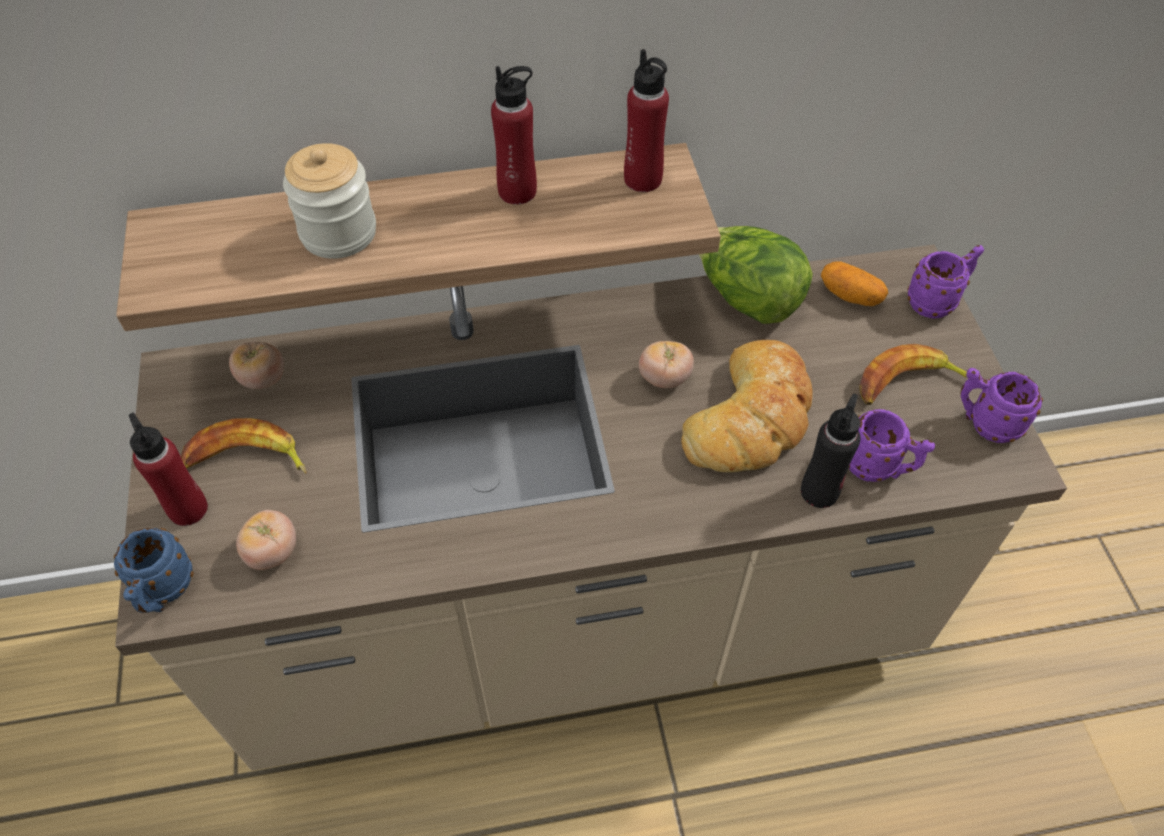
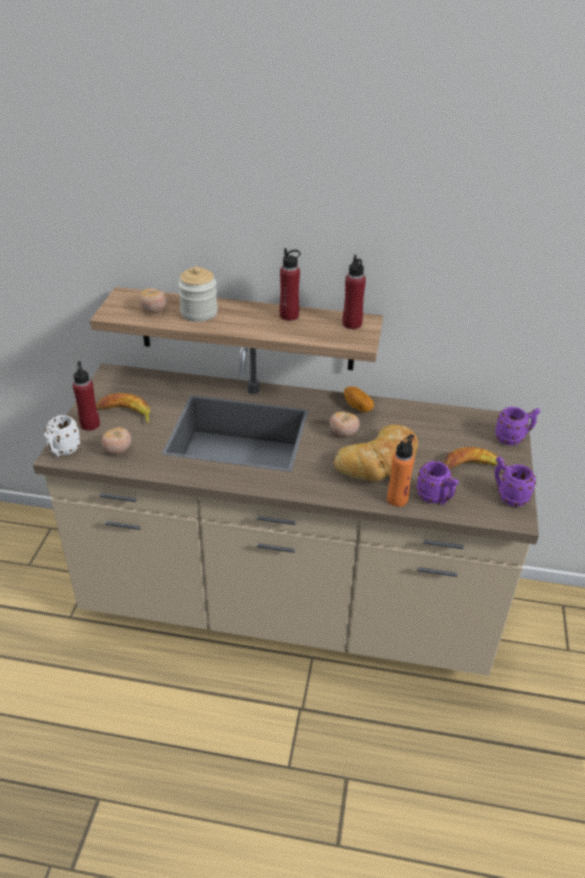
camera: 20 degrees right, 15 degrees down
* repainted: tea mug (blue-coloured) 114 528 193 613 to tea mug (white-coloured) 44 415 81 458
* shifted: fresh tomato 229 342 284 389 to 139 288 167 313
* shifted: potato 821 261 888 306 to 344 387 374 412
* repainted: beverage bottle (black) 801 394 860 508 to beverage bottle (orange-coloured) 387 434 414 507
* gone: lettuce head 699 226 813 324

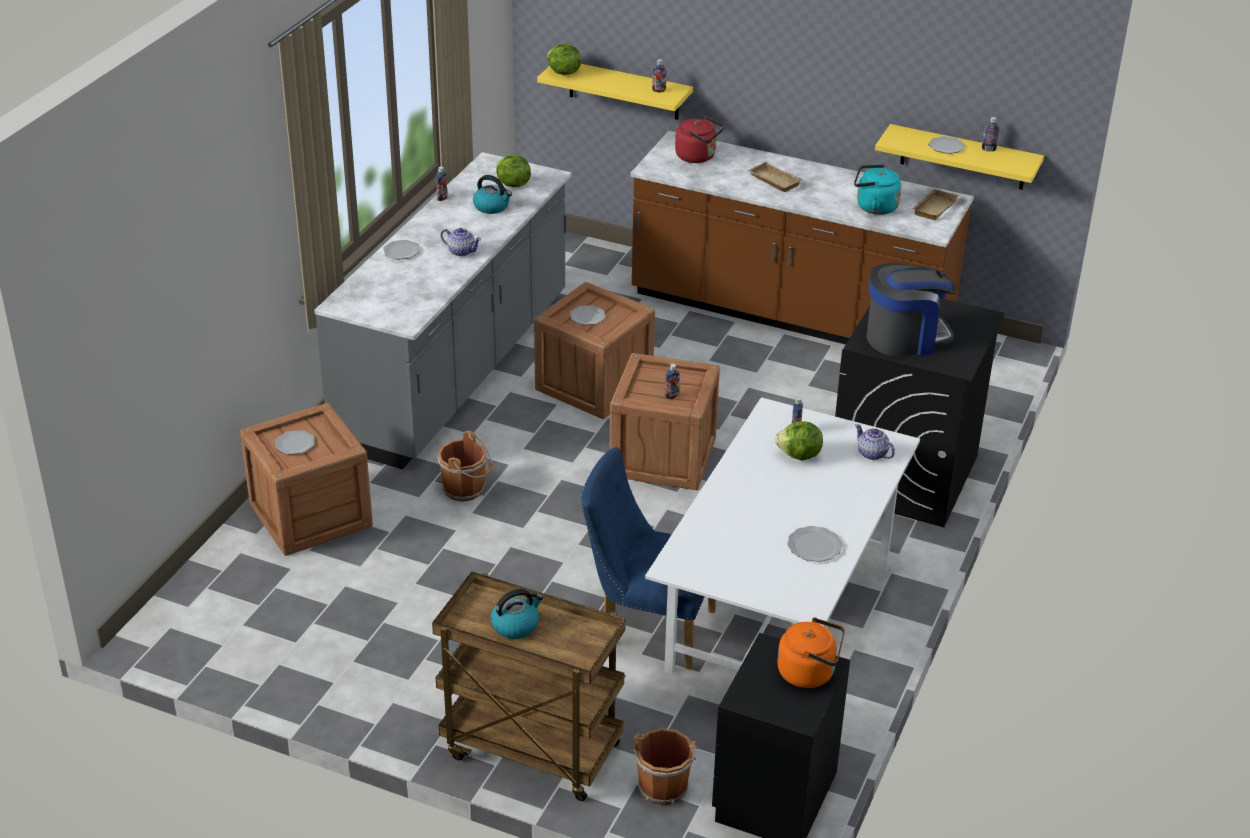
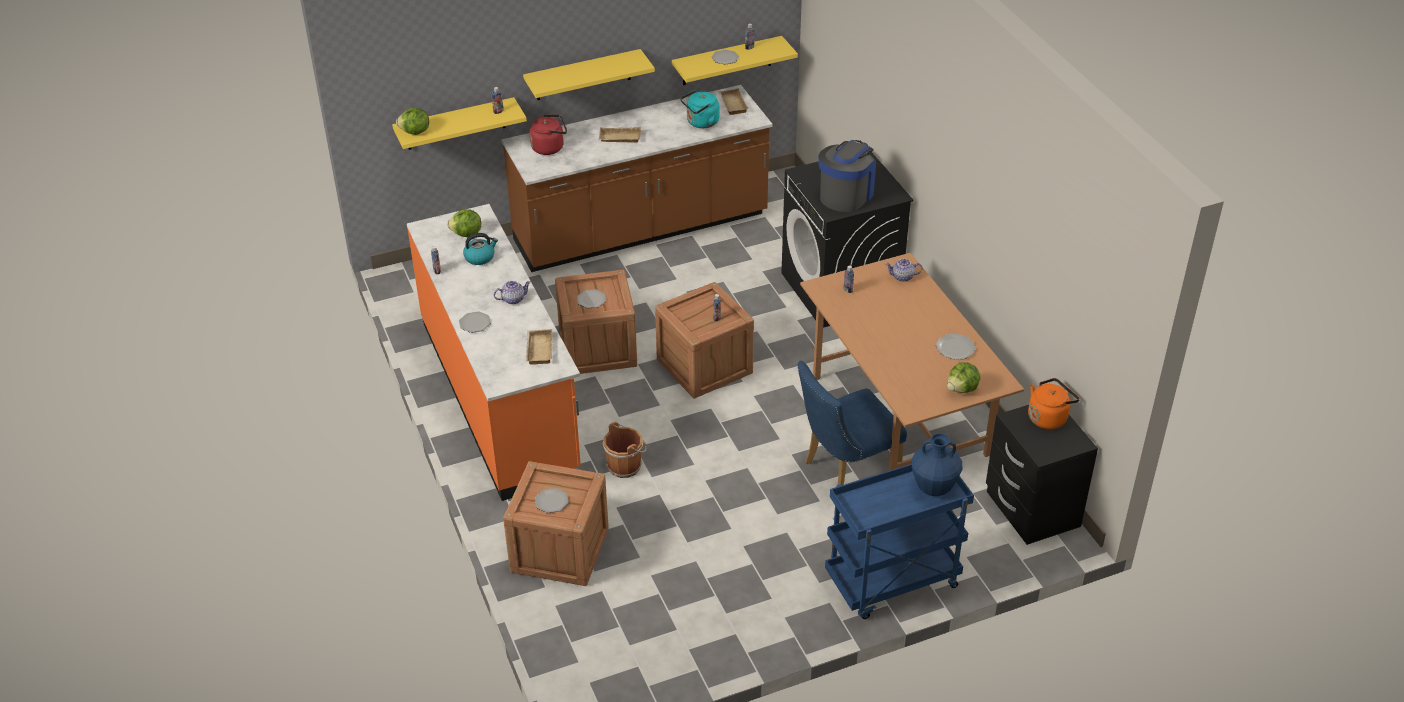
camera: 45 degrees left, 5 degrees up
* repainted: counter (gray) 314 152 571 469 to counter (orange-coloured) 407 204 581 501
* new: wall shelf (yellowish) 523 49 655 100
* new: serving tray (beige-coloured) 526 329 552 365
* repainted: kitchen table (white-coloured) 645 397 920 674 to kitchen table (brownish) 800 253 1024 471
* repainted: cart (brownish) 432 572 626 801 to cart (blue-coloured) 825 464 974 619
* new: vase (blue-coloured) 912 433 962 496
* shifted: lettuce head 775 421 823 461 to 947 362 981 393
* gone: water kettle 491 589 543 639
* gone: pail (brownish) 633 728 698 805

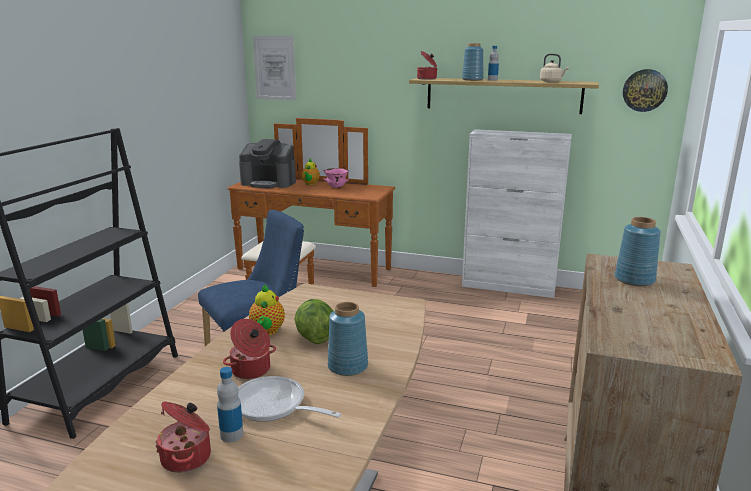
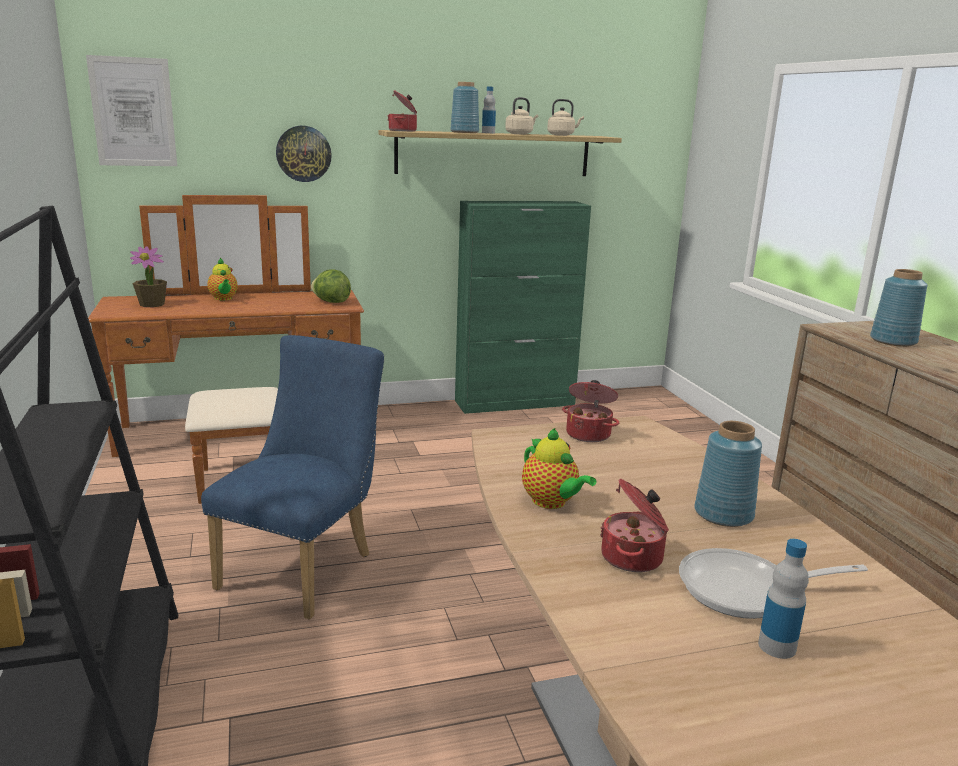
camera: 35 degrees left, 0 degrees up
* swapped: coffee brewer 239 139 296 188 to potted plant 130 247 167 307
* shifted: wall clock 623 69 668 112 to 276 126 332 182
* shifted: lettuce head 294 299 333 344 to 311 269 351 303
* repainted: storage cabinet (white-coloured) 462 129 572 298 to storage cabinet (green) 455 201 591 414
* new: water kettle (beige-coloured) 505 97 538 134
* shifted: stockpot 155 402 211 473 to 562 380 619 442
* gone: bowl (pinkish) 323 168 349 188

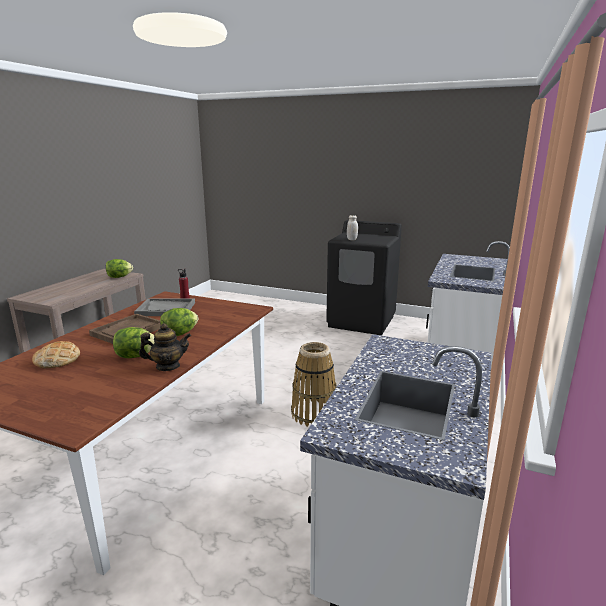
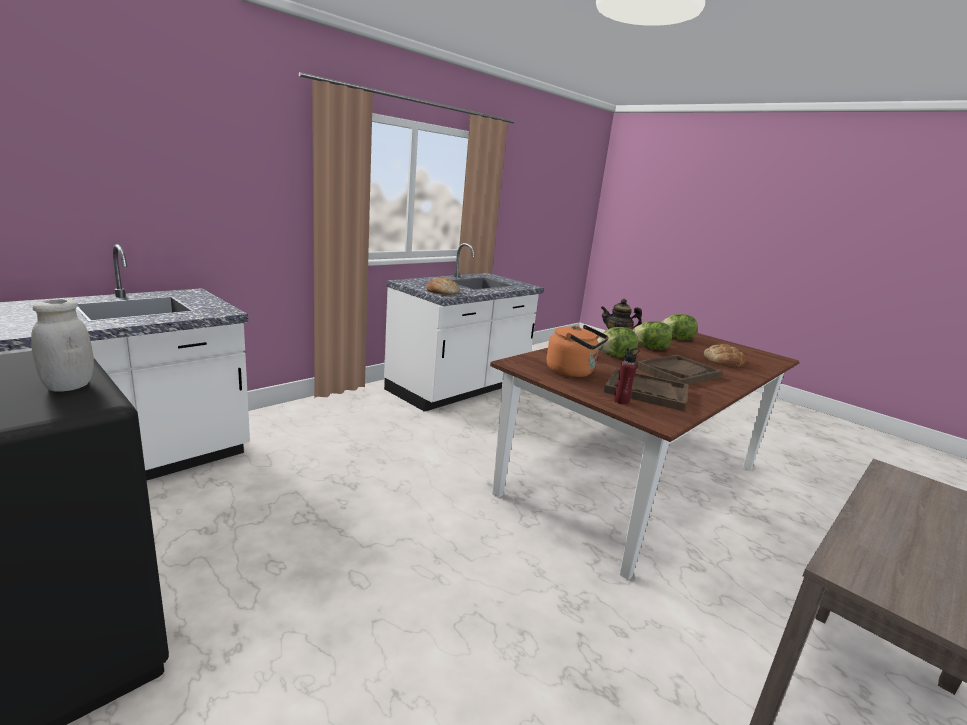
camera: 160 degrees left, 0 degrees up
* new: bread 426 277 460 295
* new: water kettle (orange-coloured) 547 325 609 377
* repainted: serving tray (gray) 134 298 195 316 to serving tray (brownish) 604 368 689 411
* shifted: lettuce head 106 259 133 278 to 662 314 698 340
* gone: basket 291 342 336 427

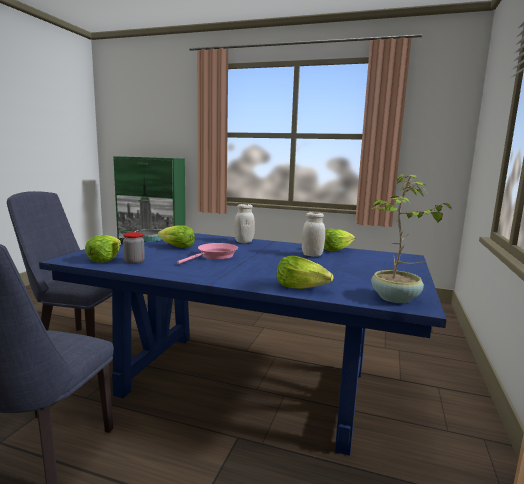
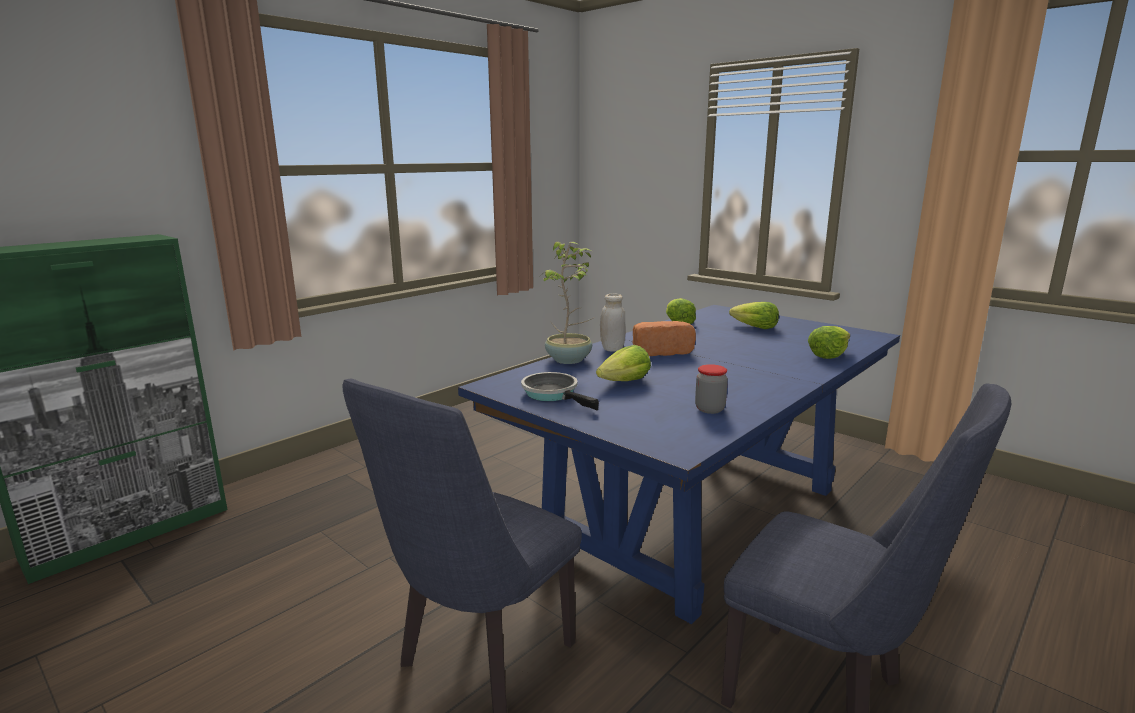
camera: 65 degrees left, 5 degrees up
* shifted: potted plant 371 174 452 303 to 542 241 595 364
* new: bread 633 321 696 356
* shifted: lettuce head 85 235 121 263 to 729 302 779 329
* gone: frying pan (pinkish) 177 243 238 264
* gone: jar (white-coloured) 302 212 325 257

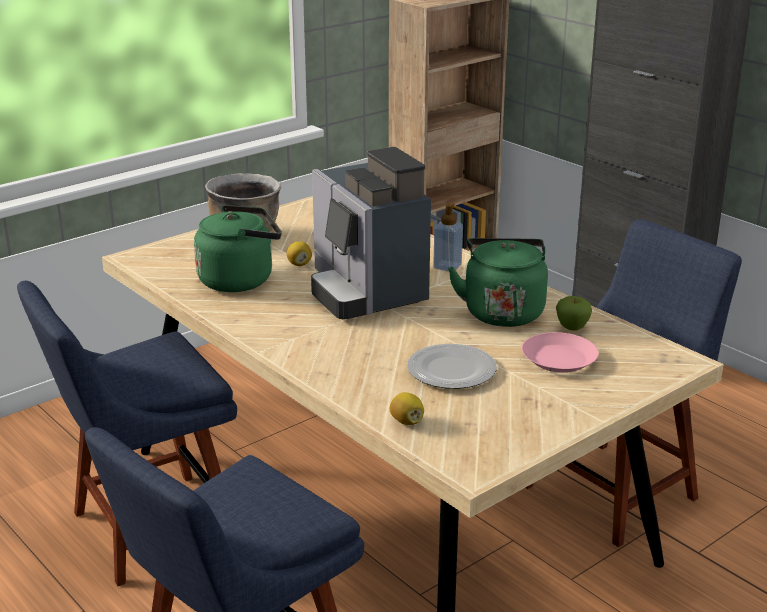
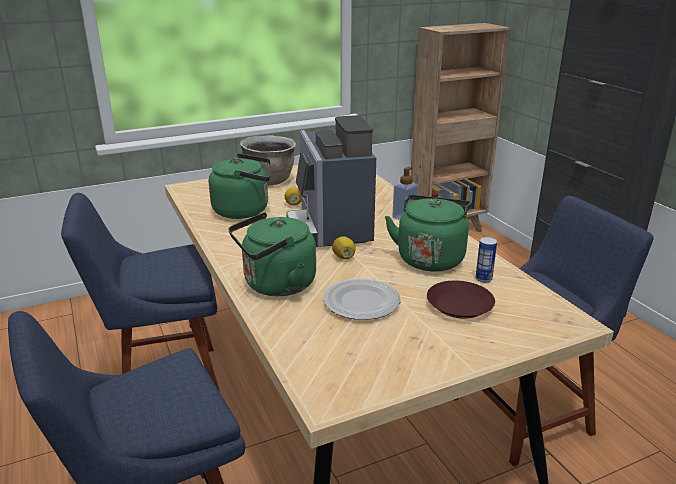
camera: 15 degrees right, 0 degrees up
* new: water kettle (green) 228 212 316 296
* shifted: citrus fruit 390 392 424 425 to 332 236 355 259
* repainted: plate (pinkish) 522 332 599 373 to plate (brownish) 427 281 495 319
* swapped: apple fruit 556 296 592 331 to metal can 475 237 497 283

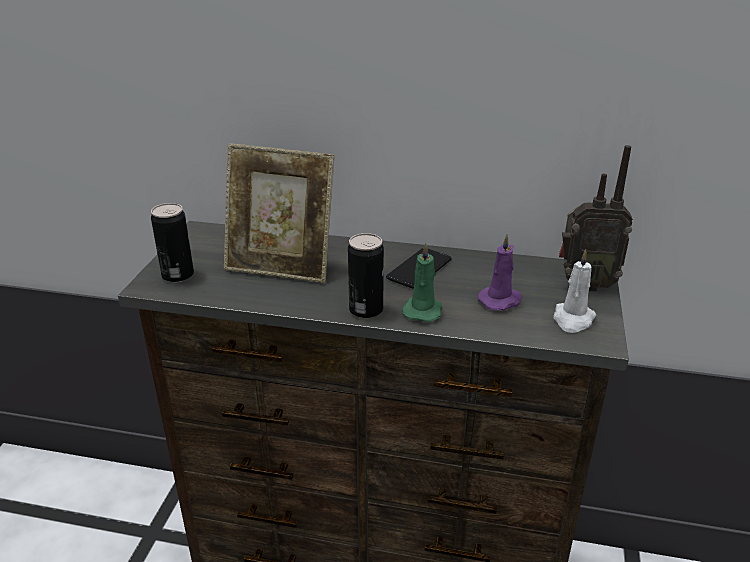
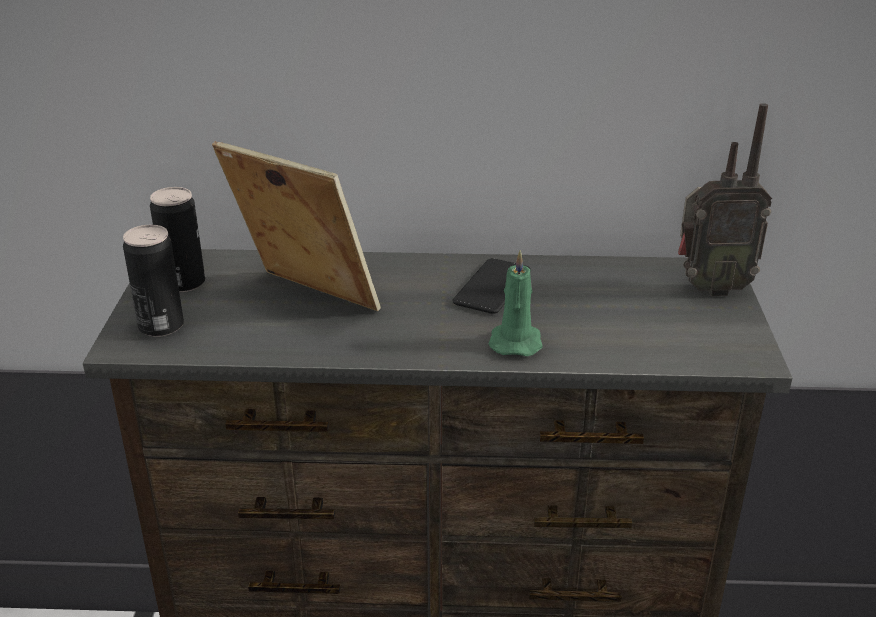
camera: 10 degrees left, 0 degrees up
* shifted: metal can 348 233 384 319 to 150 187 205 292
* rotated: standing frame 224 143 335 283 = 212 141 381 311 150 degrees counterclockwise
* gone: wax light (purple) 478 233 522 311
* gone: wax light (white-coloured) 553 249 596 333

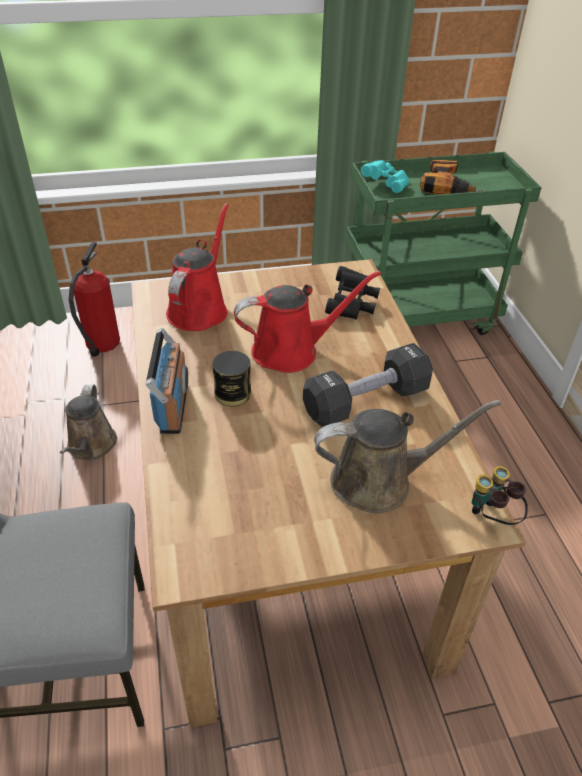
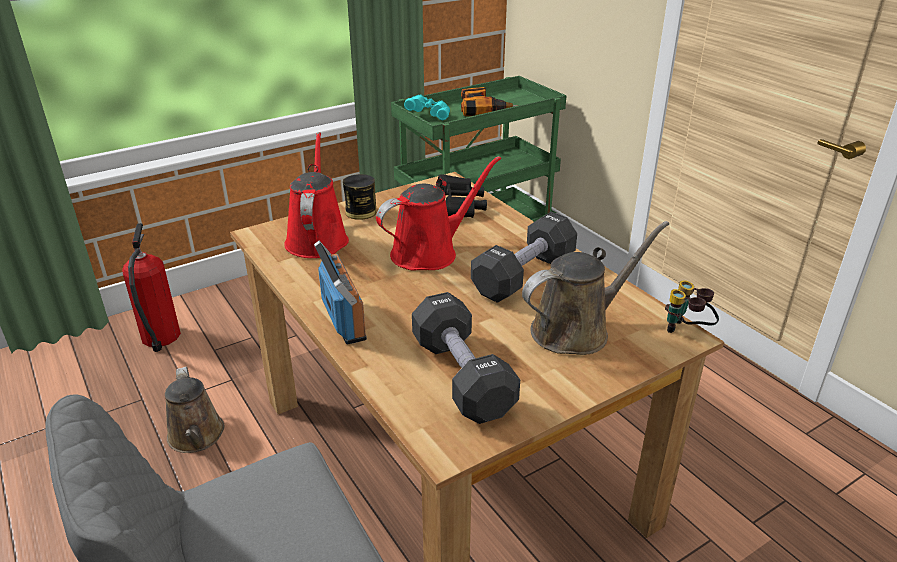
camera: 20 degrees left, 10 degrees down
* shifted: metal can 212 351 251 406 to 343 174 377 220
* new: free weight (black) 412 292 520 424

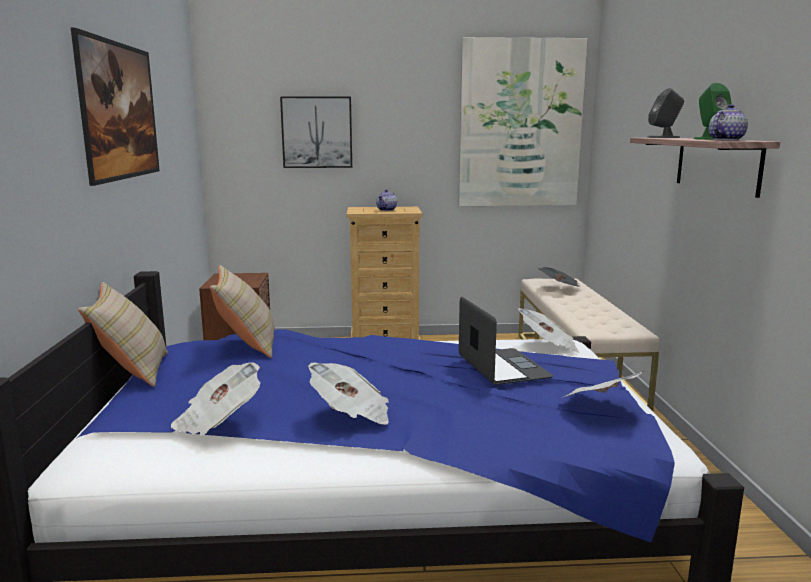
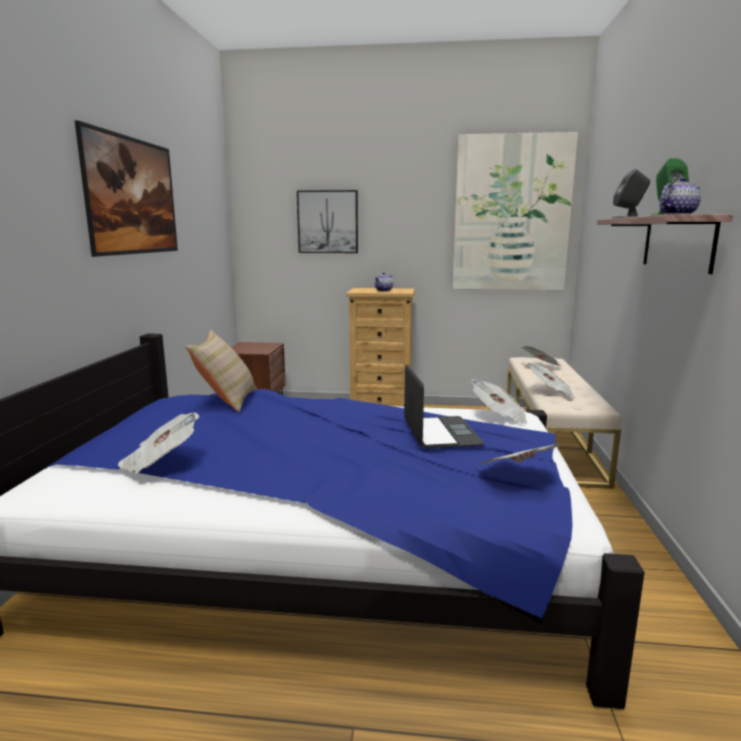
camera: 10 degrees right, 0 degrees up
* shifted: printed paper 308 362 389 425 to 527 362 574 396
* gone: throw pillow (beige-coloured) 78 282 168 387

